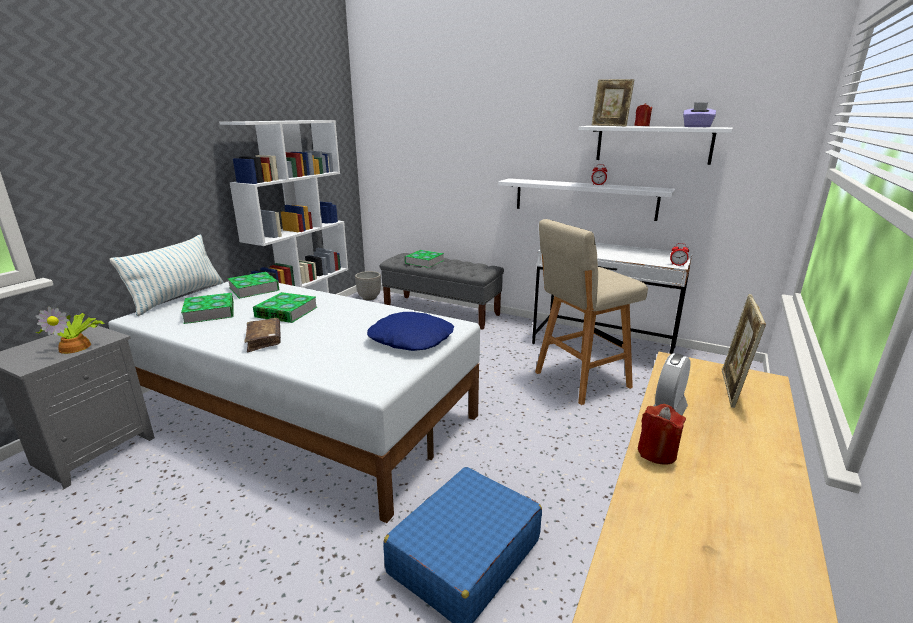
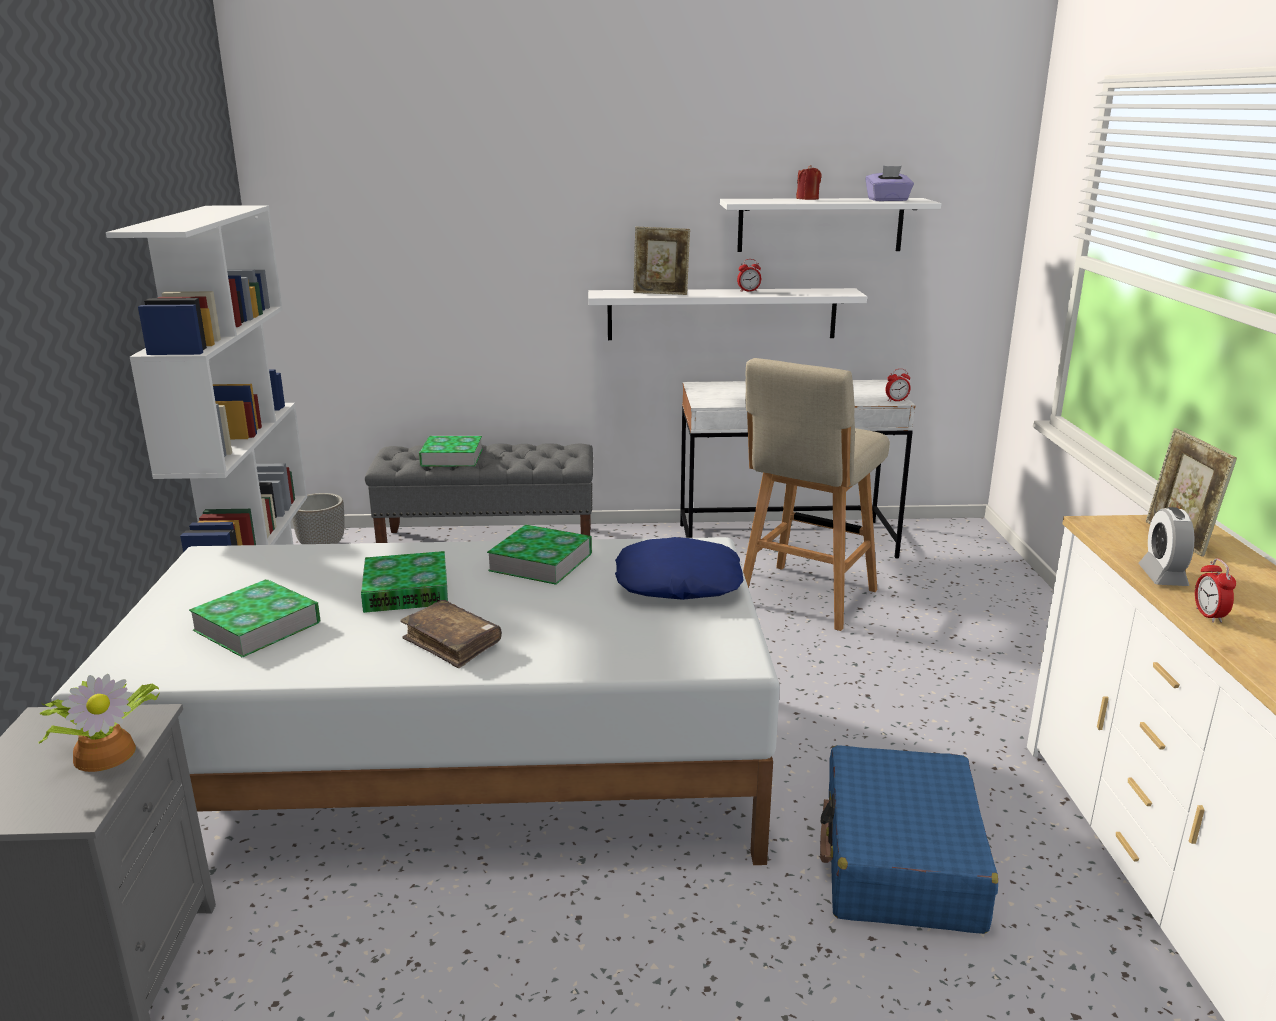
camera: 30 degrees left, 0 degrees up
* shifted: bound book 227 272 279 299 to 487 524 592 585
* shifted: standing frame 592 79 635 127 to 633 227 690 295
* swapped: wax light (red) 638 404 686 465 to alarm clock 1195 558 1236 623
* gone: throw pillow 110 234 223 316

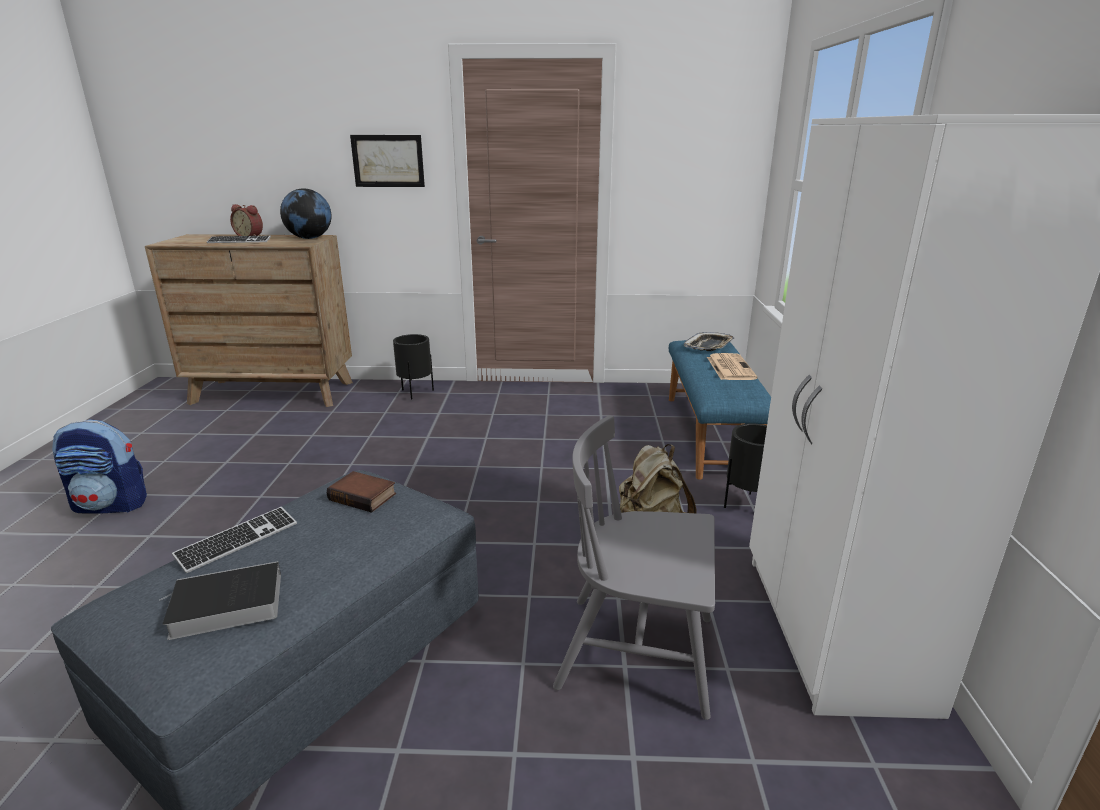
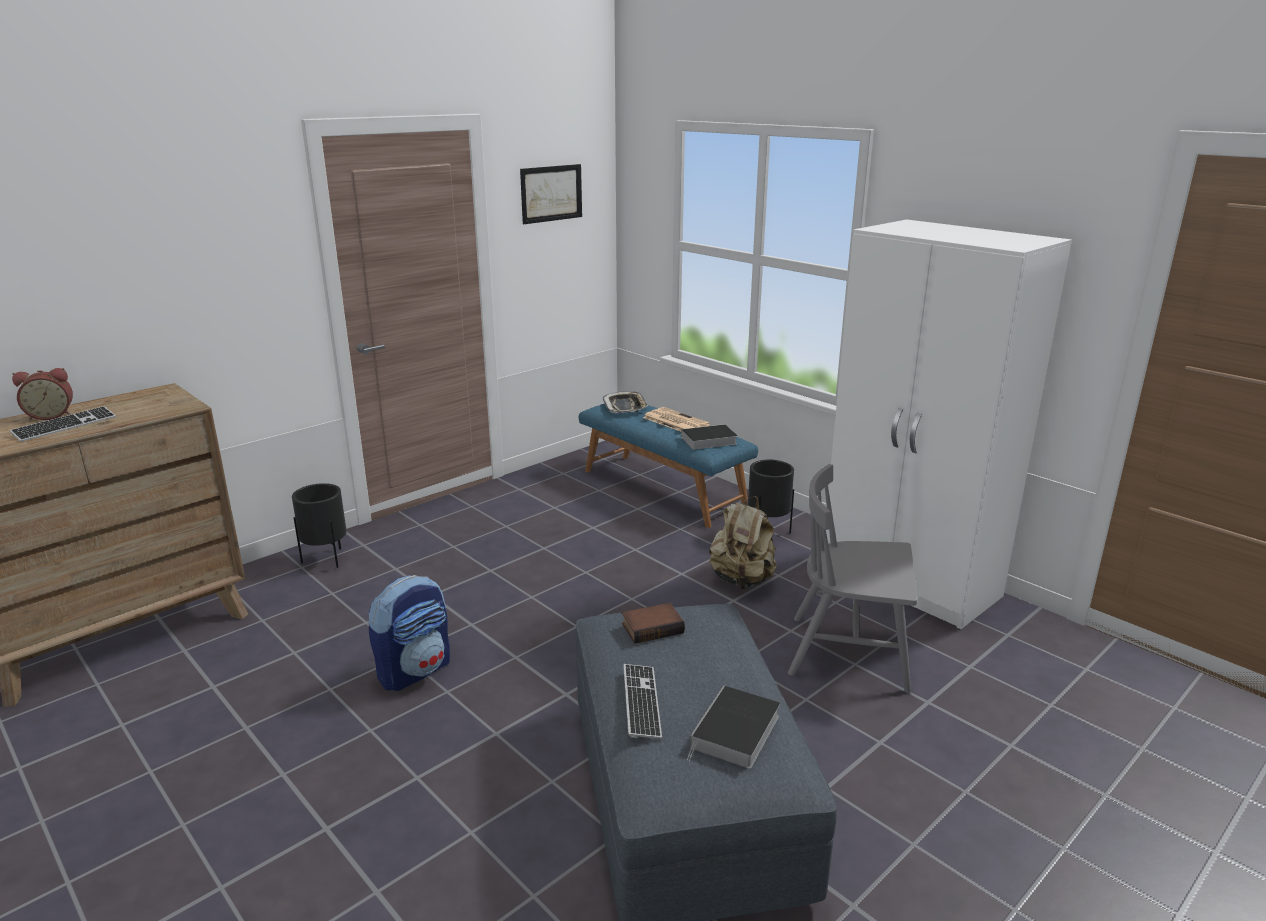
camera: 45 degrees left, 0 degrees up
* shifted: rucksack 52 419 147 513 to 368 575 450 691
* shifted: picture 350 135 425 187 to 520 164 582 224
* new: bound book 679 424 737 450
* rotated: plain chair (gray) 553 416 715 720 = 788 464 917 693 45 degrees clockwise
* gone: desk globe 280 188 331 239

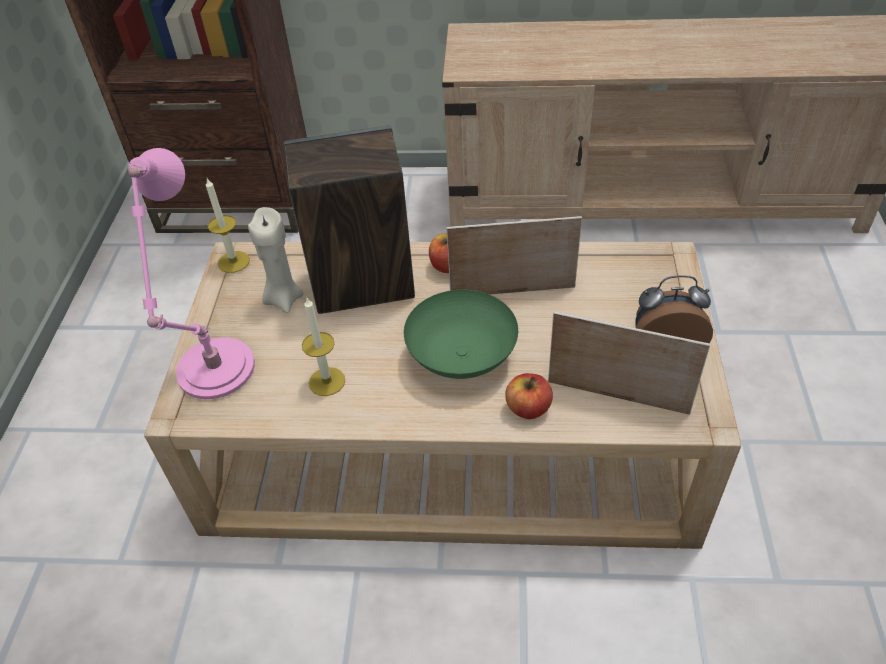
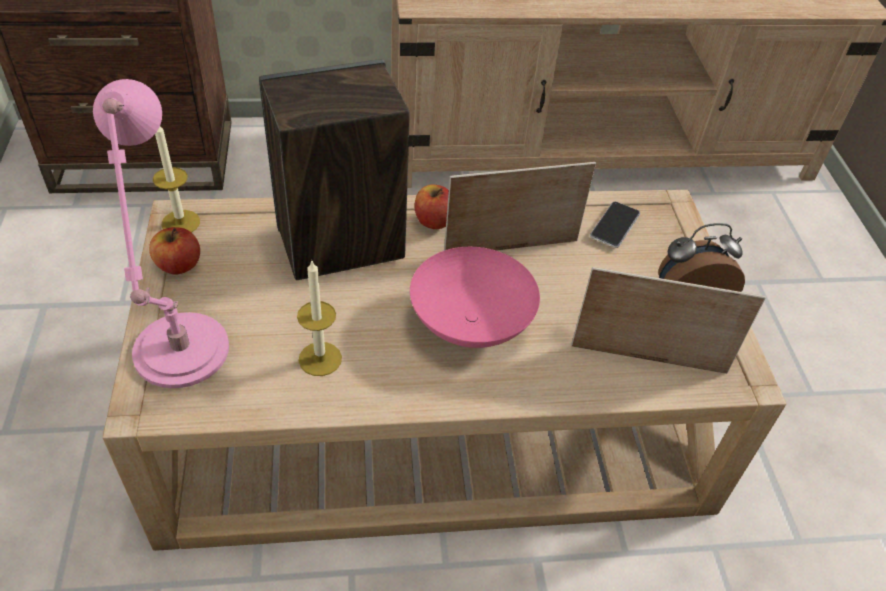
camera: 15 degrees left, 0 degrees up
* shifted: apple fruit 505 373 553 419 to 149 227 200 275
* repainted: bowl (green) 404 290 518 379 to bowl (pinkish) 410 247 540 348
* new: telephone 590 202 640 248
* gone: wax light (beige-coloured) 248 207 304 313

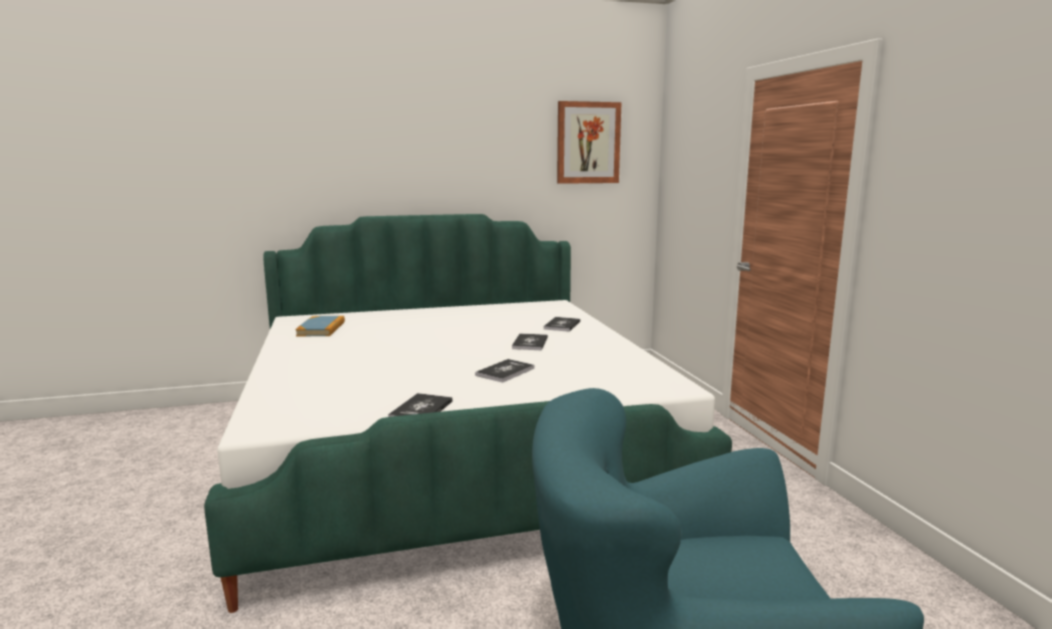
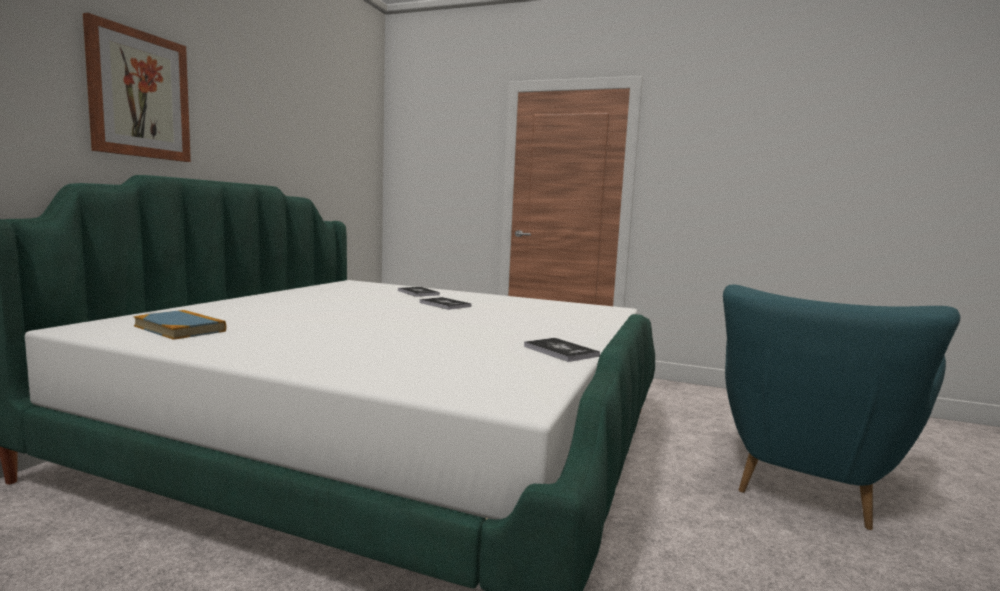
camera: 55 degrees left, 5 degrees down
* shifted: picture 557 101 622 184 to 83 13 191 162
* gone: bound book 475 359 534 383

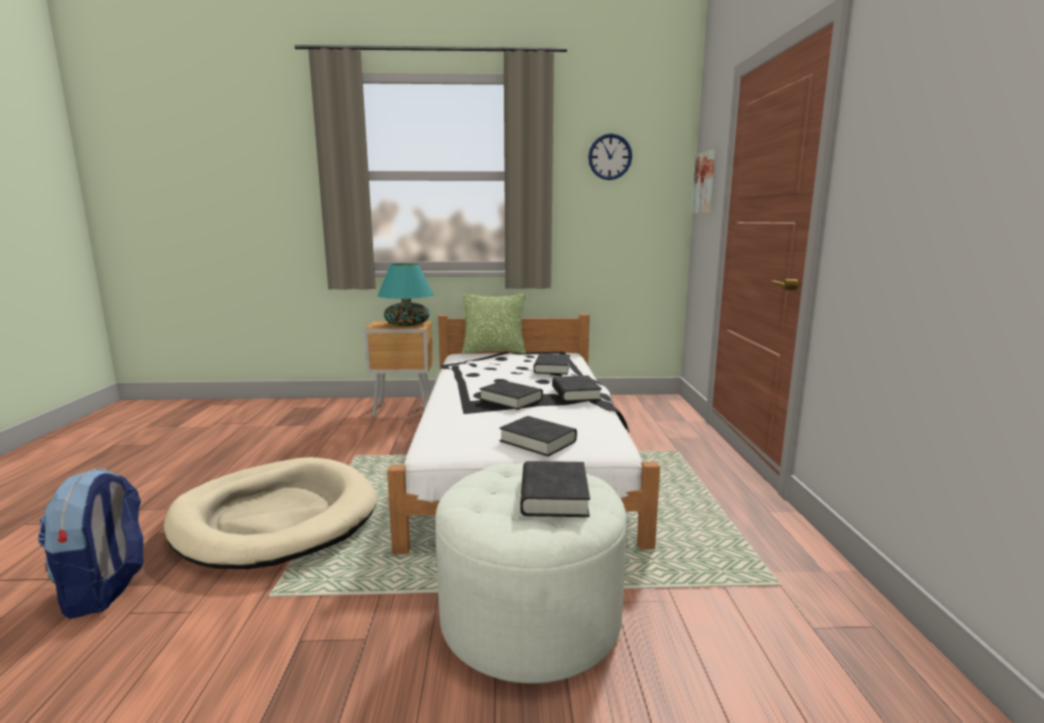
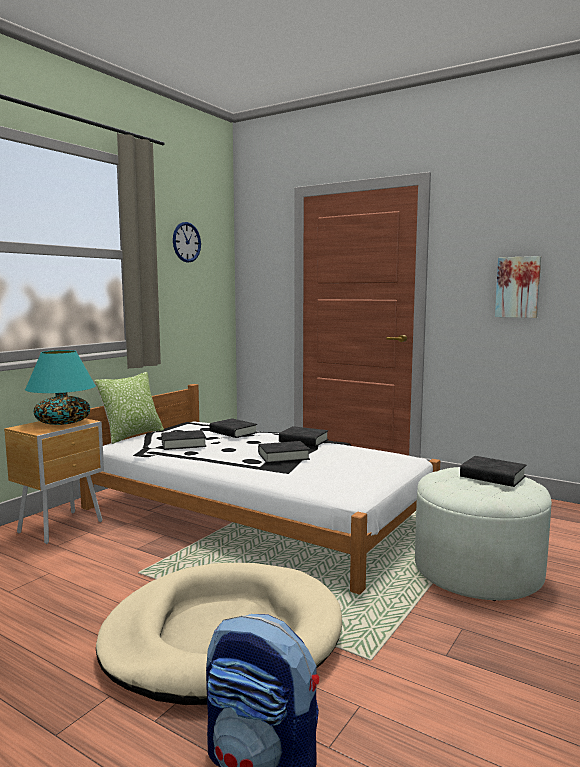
camera: 55 degrees left, 5 degrees down
* shifted: bound book (black) 499 416 577 457 to 161 430 206 450
* shifted: picture 692 150 715 214 to 495 256 541 318

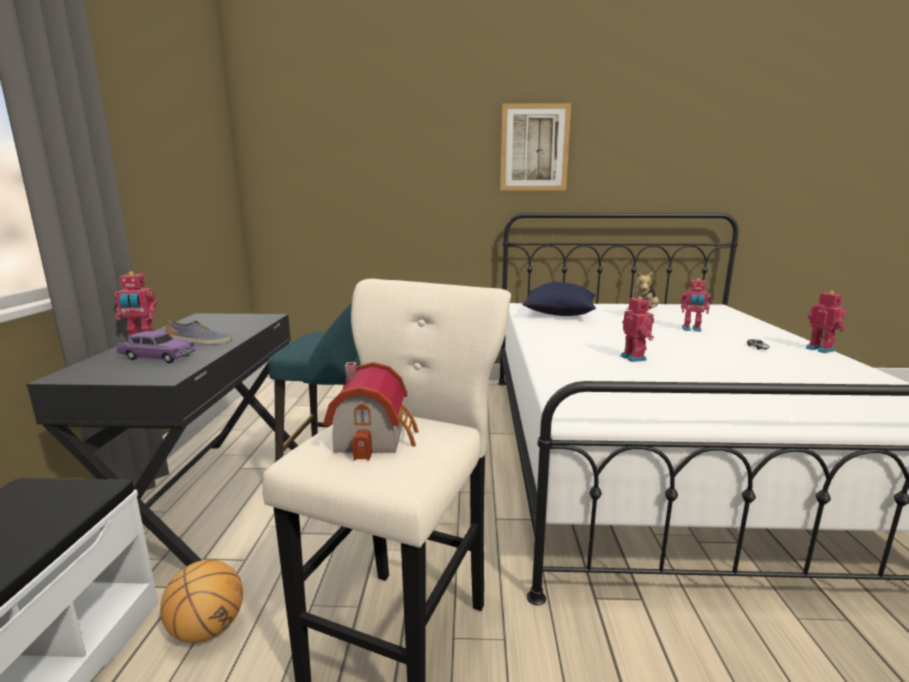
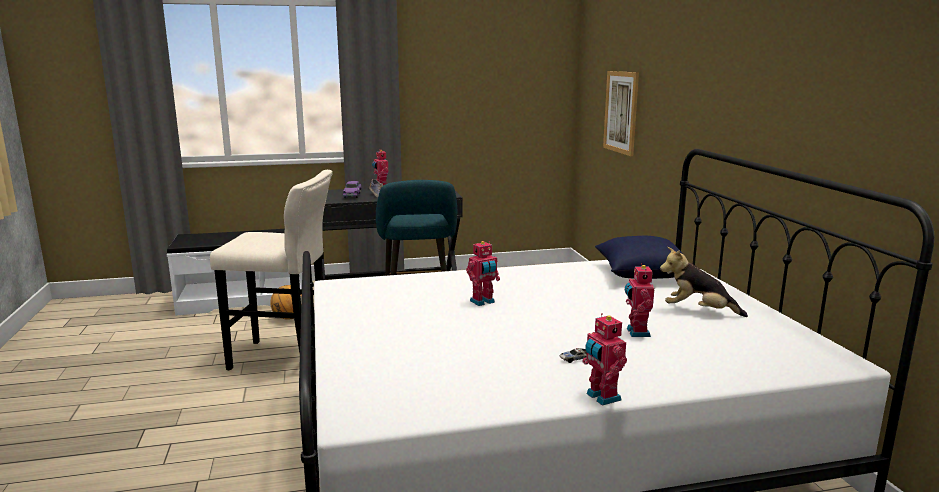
camera: 75 degrees right, 0 degrees up
* rotated: toy robot 805 290 847 353 = 582 313 627 406 105 degrees clockwise
* shifted: picture 500 103 571 191 to 603 71 639 156
* gone: miniature house 324 362 419 461

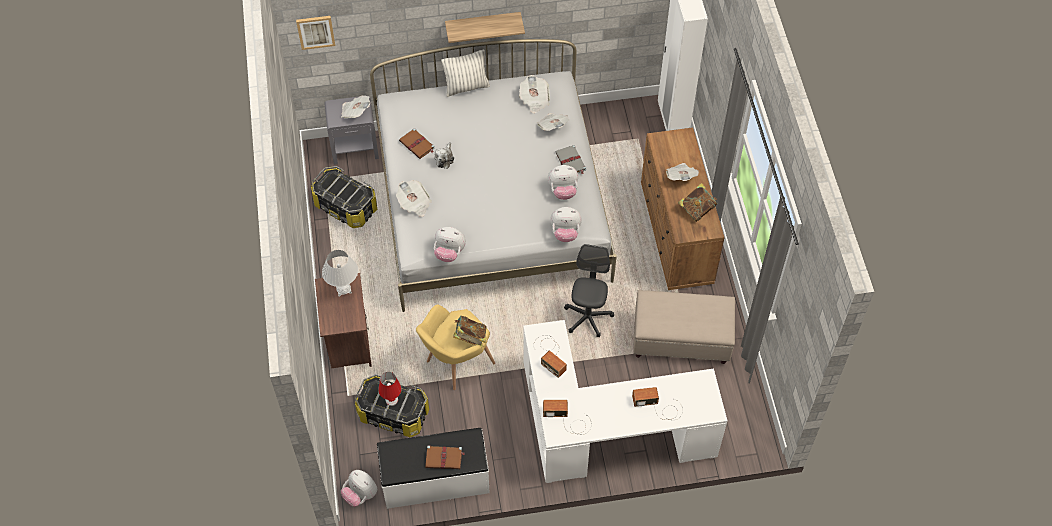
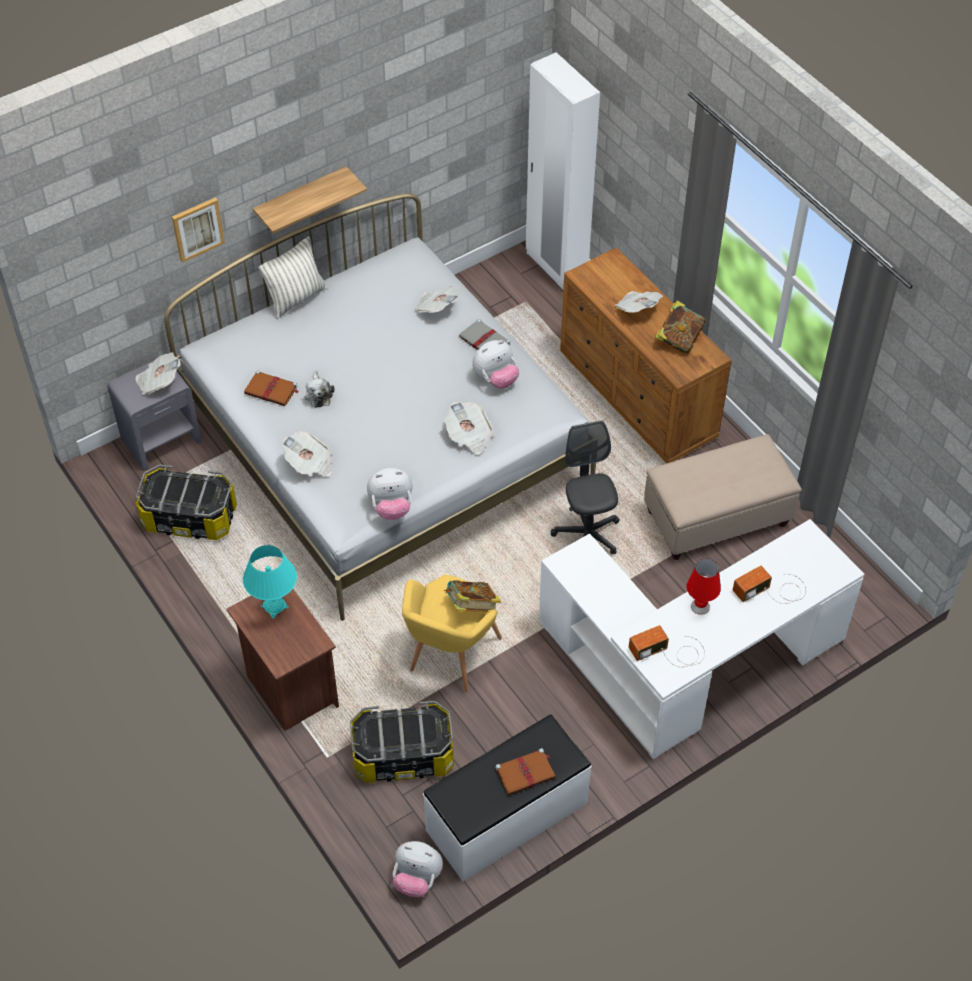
camera: 25 degrees left, 5 degrees down
* shifted: picture 296 16 335 50 to 172 197 225 263
* repainted: lamp for a table (white-coloured) 322 250 358 297 to lamp for a table (turquoise) 243 545 297 618
* shifted: printed paper 519 75 550 113 to 444 401 494 455
* shifted: lamp for a table (red) 378 372 402 406 to 687 558 721 615
* gone: radio set 533 335 567 378
* gone: plush toy 550 207 582 242

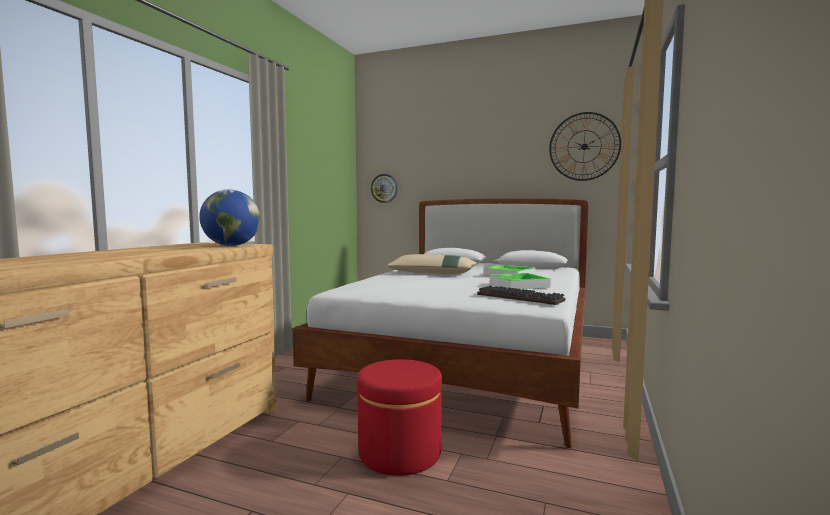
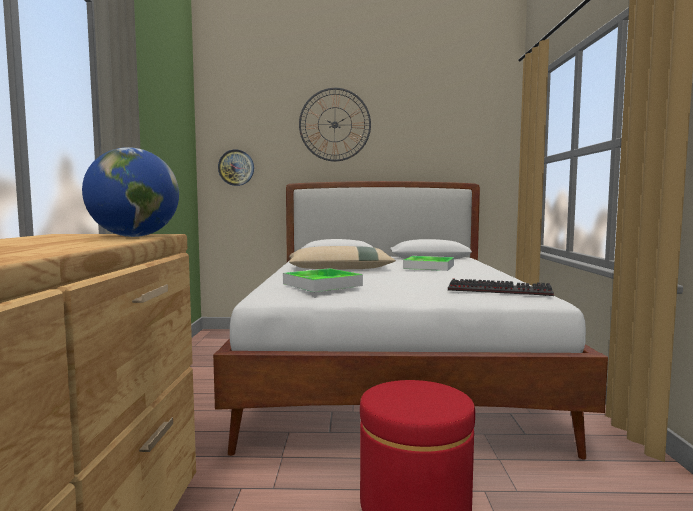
camera: 20 degrees left, 0 degrees up
* shifted: serving tray 490 273 551 289 to 283 268 363 292
* shifted: wall clock 549 112 621 181 to 299 88 371 161

